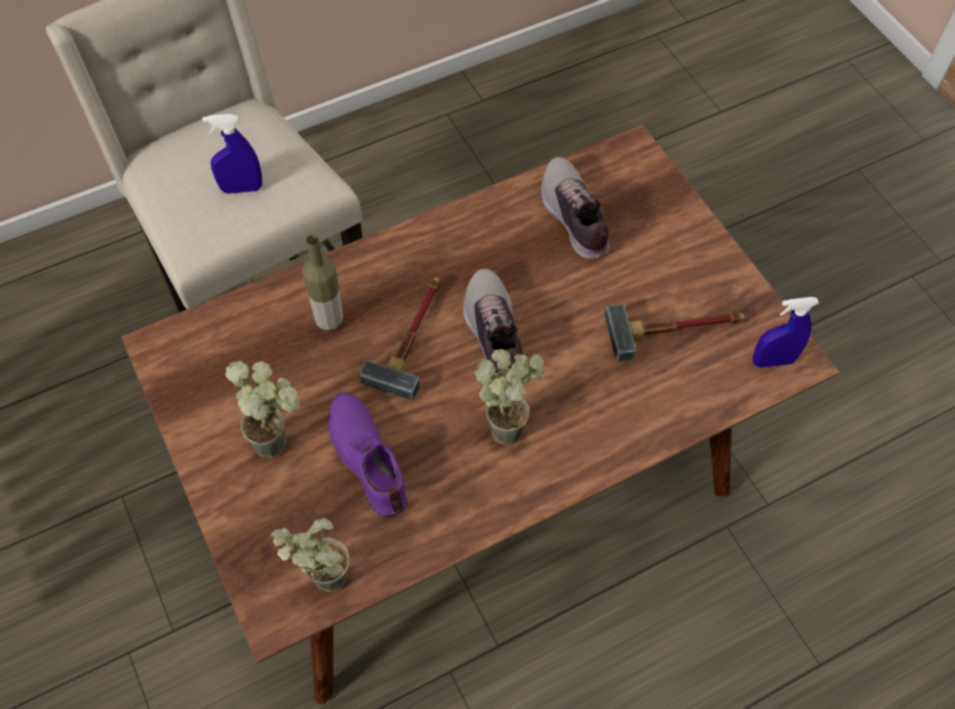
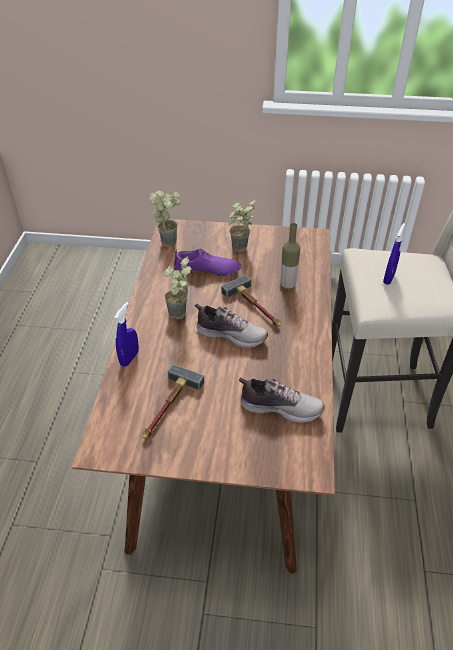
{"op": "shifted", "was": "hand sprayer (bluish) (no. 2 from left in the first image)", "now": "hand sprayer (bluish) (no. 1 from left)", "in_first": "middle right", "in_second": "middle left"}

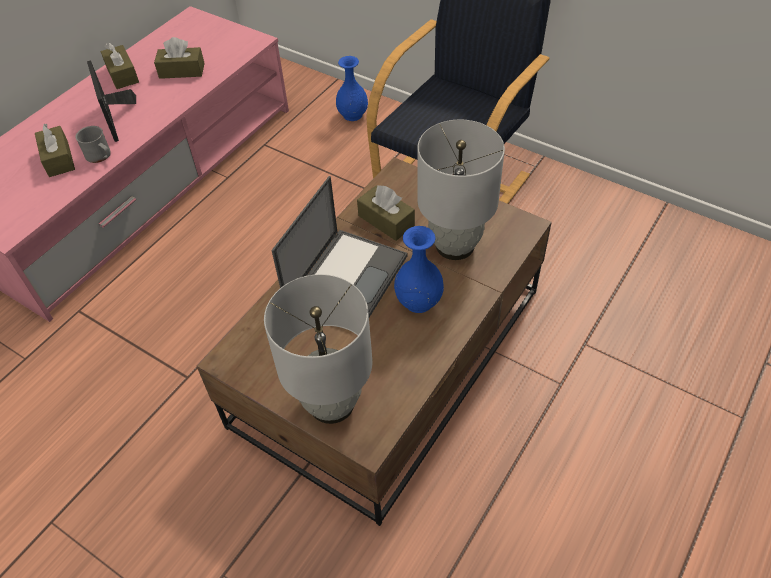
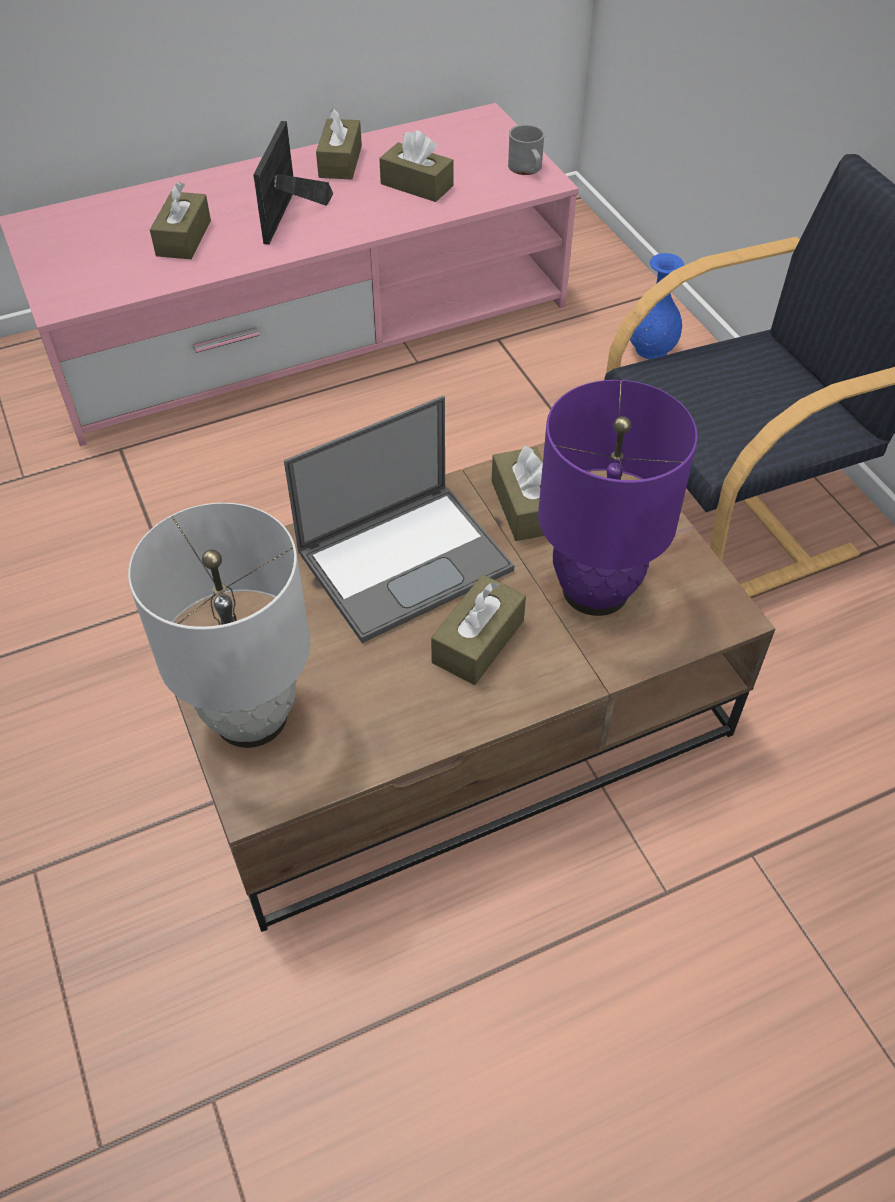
{"op": "repainted", "was": "tabletop lamp (white) (no. 2 from left)", "now": "tabletop lamp (purple)", "in_first": "top centre", "in_second": "middle right"}
{"op": "shifted", "was": "tea mug (greyish)", "in_first": "top left", "in_second": "top centre"}
{"op": "swapped", "was": "vase (bluish) (no. 2 from left)", "now": "tissue holder (brownish) (no. 4 from left)", "in_first": "centre", "in_second": "centre"}

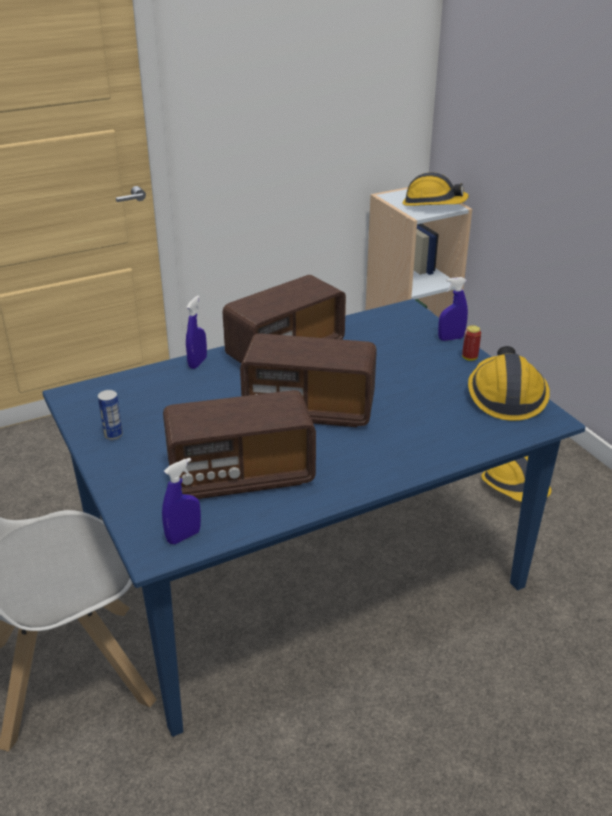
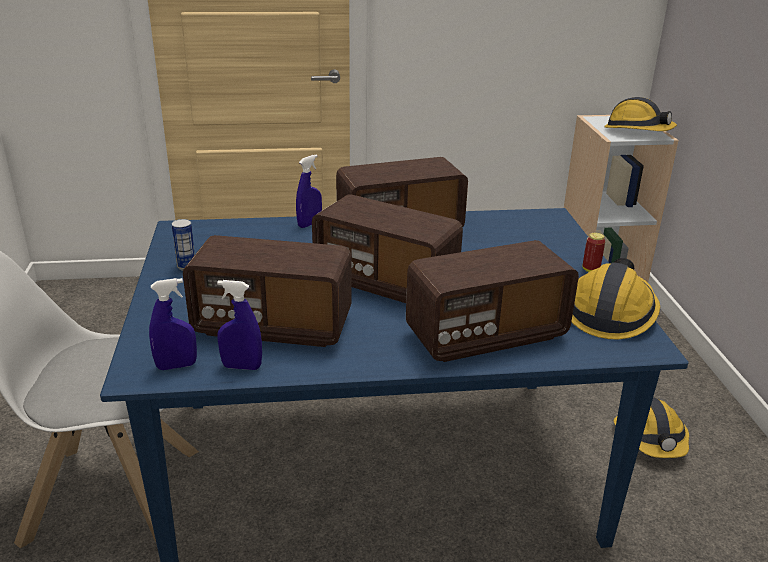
{"op": "shifted", "was": "hand sprayer (bluish) (no. 3 from left in the first image)", "now": "hand sprayer (bluish) (no. 2 from left)", "in_first": "middle right", "in_second": "middle left"}
{"op": "new", "now": "radio set (no. 4 from left)", "in_second": "centre"}

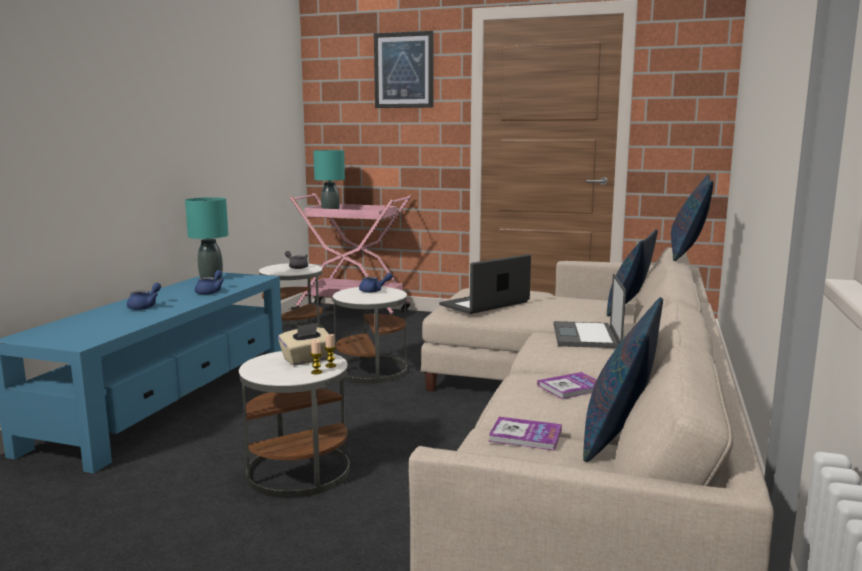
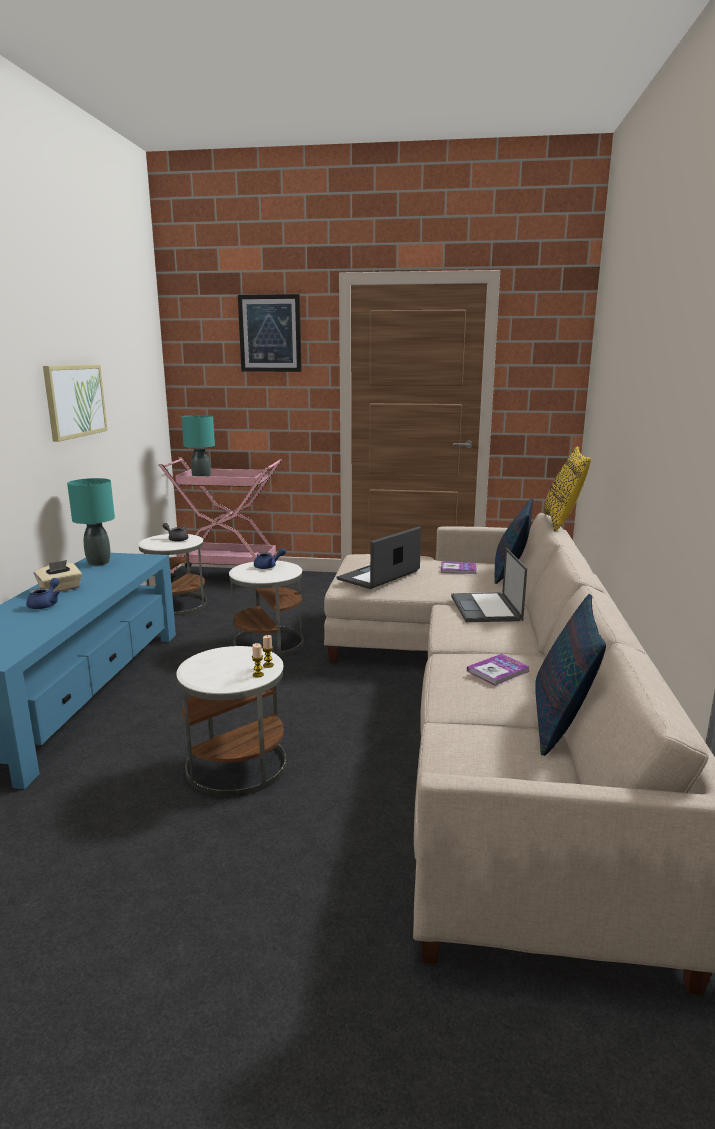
{"op": "repainted", "was": "cushion (bluish) (no. 3 from left)", "now": "cushion (yellowish)", "in_first": "middle right", "in_second": "middle right"}
{"op": "gone", "was": "teapot (bluish) (no. 2 from left)", "in_first": "middle left"}
{"op": "shifted", "was": "tissue holder (beige)", "in_first": "centre", "in_second": "middle left"}
{"op": "shifted", "was": "bound book (no. 1 from left)", "in_first": "bottom centre", "in_second": "centre"}
{"op": "new", "now": "picture (no. 1 from left)", "in_second": "middle left"}

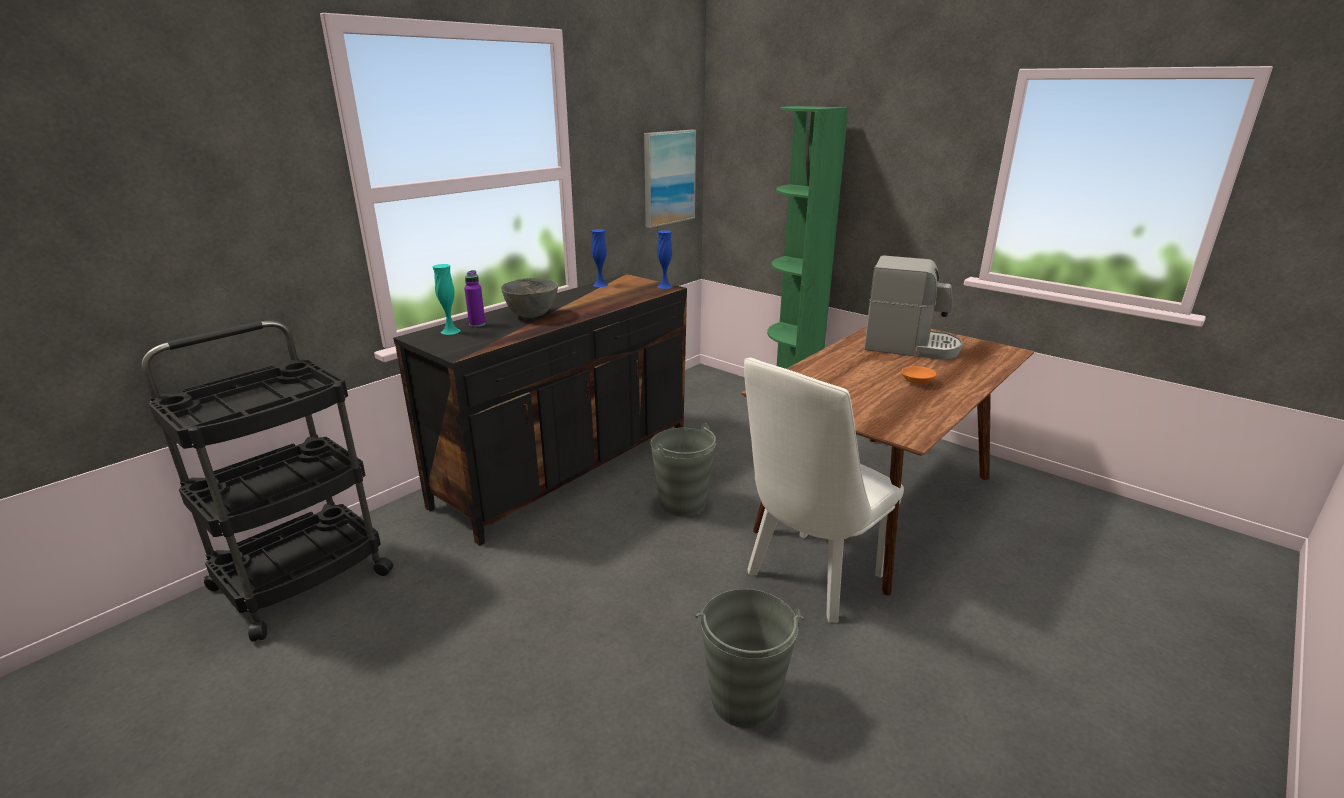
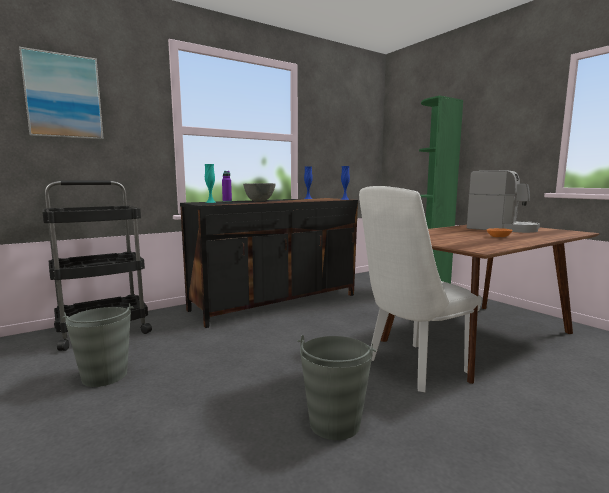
{"op": "shifted", "was": "picture", "in_first": "top centre", "in_second": "top left"}
{"op": "shifted", "was": "bucket (greyish) (no. 1 from left)", "in_first": "centre", "in_second": "bottom left"}

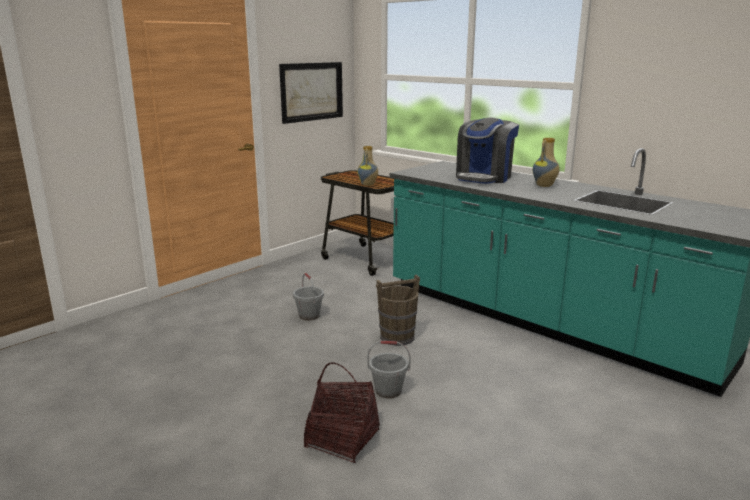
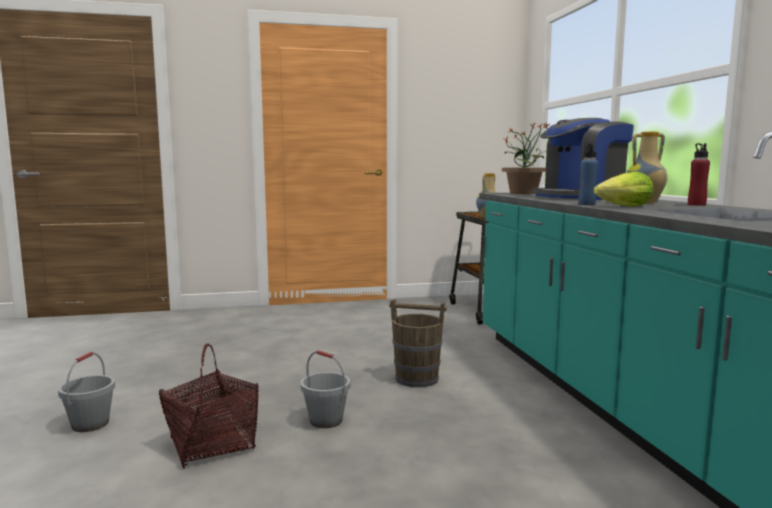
{"op": "gone", "was": "picture", "in_first": "top centre"}
{"op": "shifted", "was": "bucket (greyish) (no. 1 from left)", "in_first": "centre", "in_second": "bottom left"}
{"op": "new", "now": "houseplant", "in_second": "top right"}
{"op": "new", "now": "drink bottle (bluish)", "in_second": "middle right"}
{"op": "new", "now": "drink bottle (reddish)", "in_second": "middle right"}
{"op": "new", "now": "lettuce head", "in_second": "middle right"}

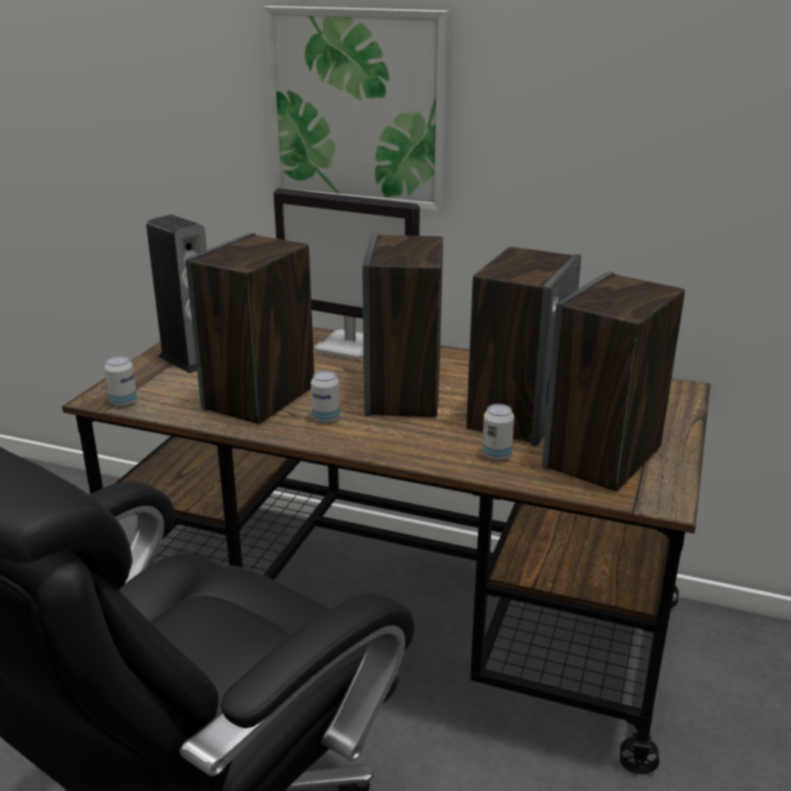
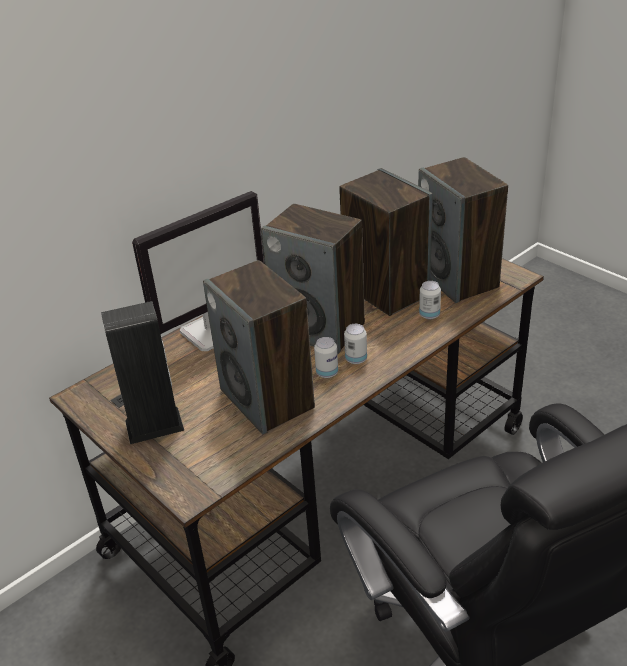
{"op": "gone", "was": "picture", "in_first": "top centre"}
{"op": "shifted", "was": "metal can (no. 1 from left in the first image)", "now": "metal can (no. 2 from left)", "in_first": "middle left", "in_second": "centre"}

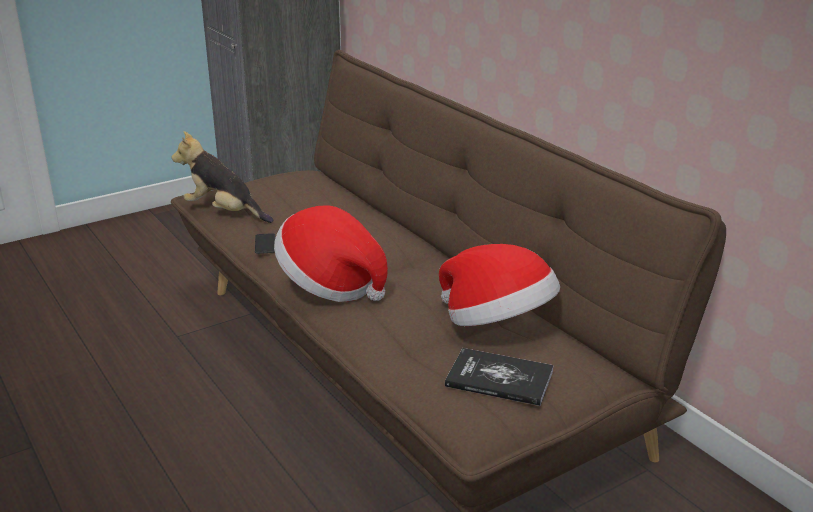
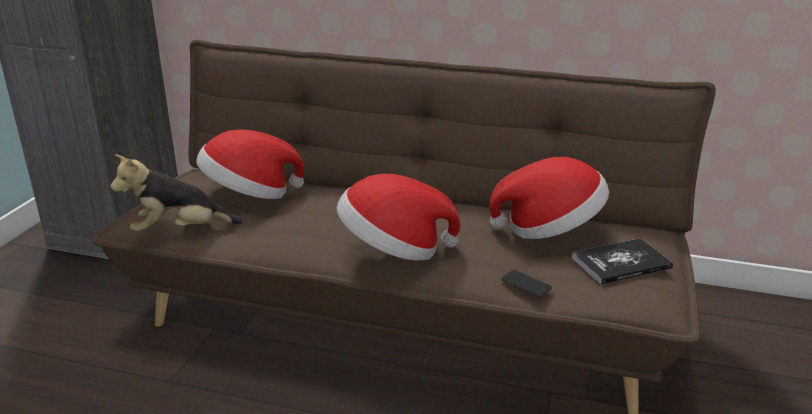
{"op": "shifted", "was": "phone", "in_first": "middle left", "in_second": "bottom centre"}
{"op": "new", "now": "clothing hat (no. 1 from left)", "in_second": "middle left"}

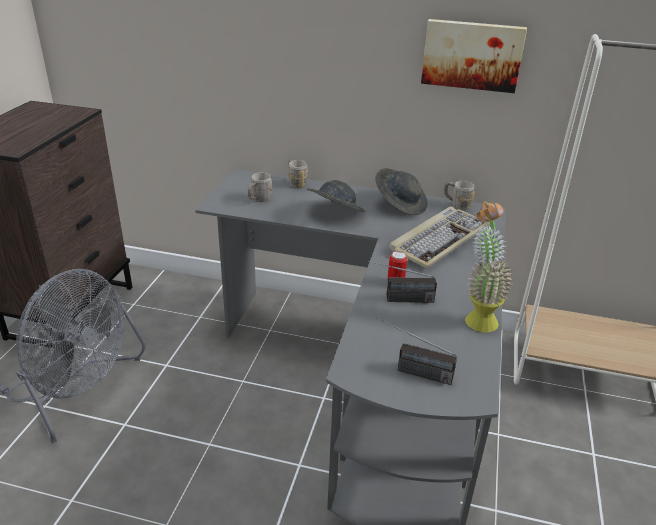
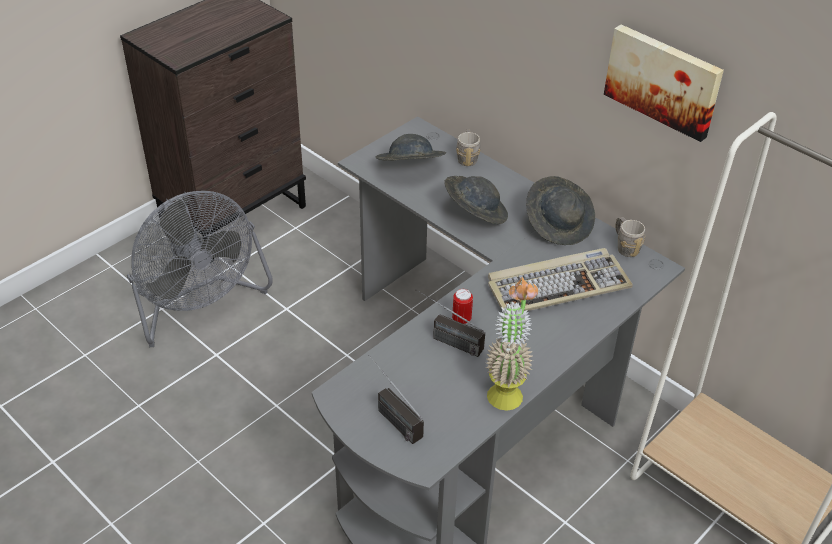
{"op": "swapped", "was": "tea mug (greyish) (no. 1 from left)", "now": "clothing hat (greyish) (no. 1 from left)", "in_first": "centre", "in_second": "top centre"}

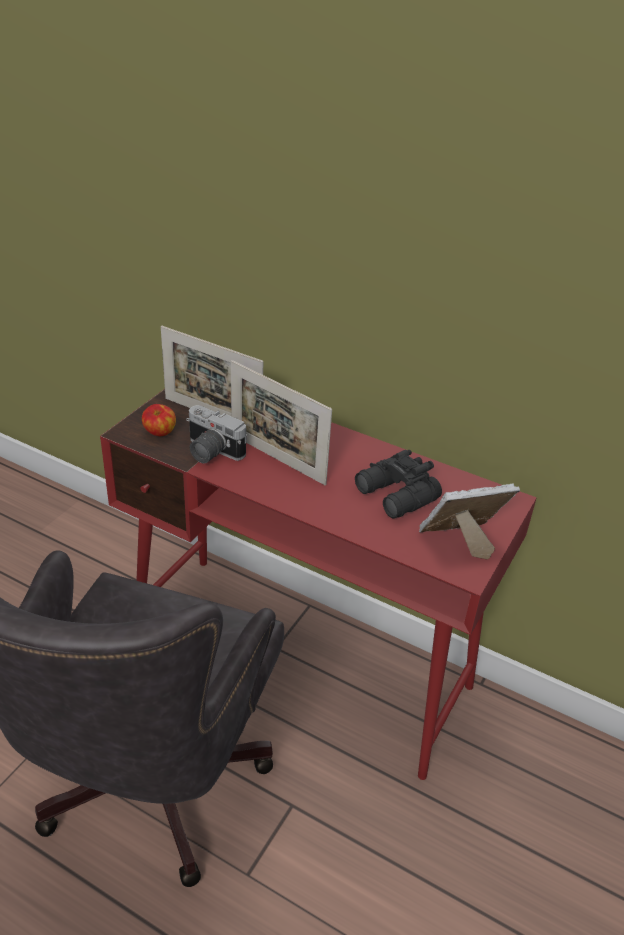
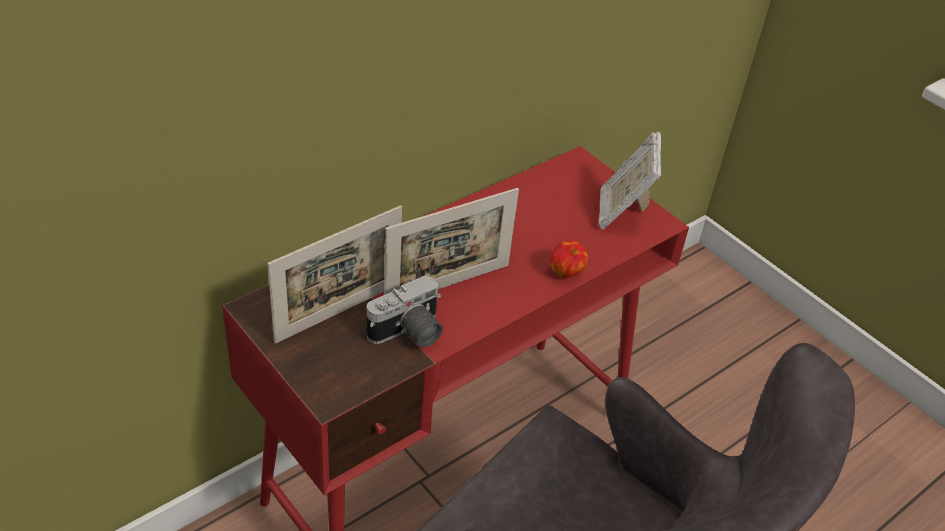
{"op": "shifted", "was": "apple fruit", "in_first": "middle left", "in_second": "centre"}
{"op": "gone", "was": "binoculars (black-coloured)", "in_first": "centre"}

